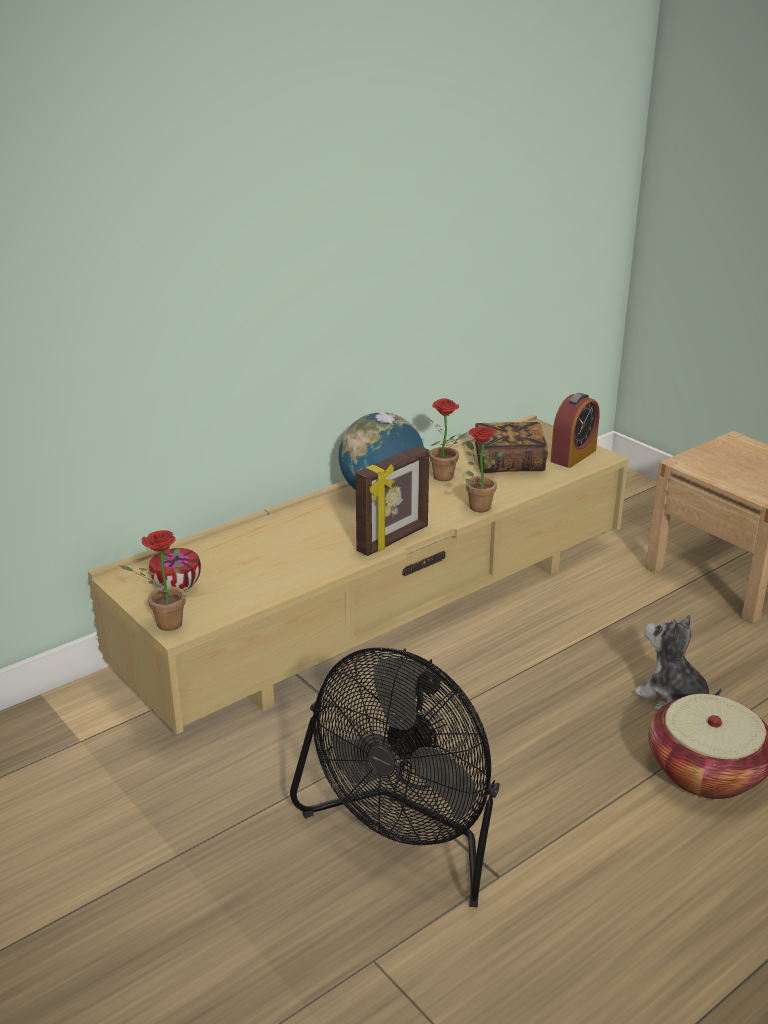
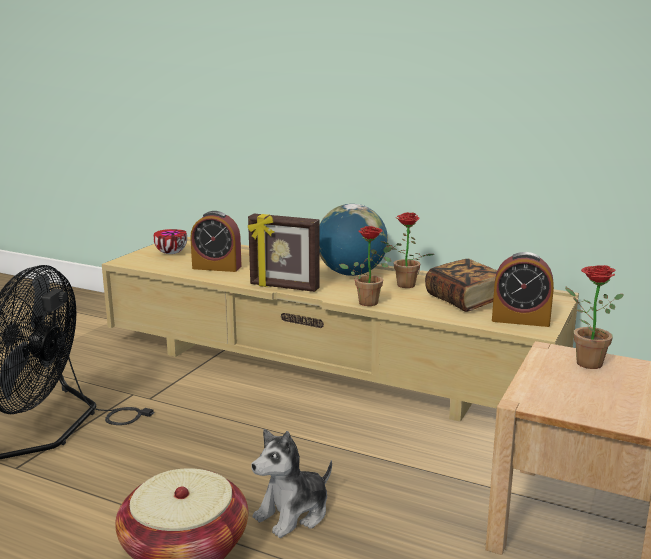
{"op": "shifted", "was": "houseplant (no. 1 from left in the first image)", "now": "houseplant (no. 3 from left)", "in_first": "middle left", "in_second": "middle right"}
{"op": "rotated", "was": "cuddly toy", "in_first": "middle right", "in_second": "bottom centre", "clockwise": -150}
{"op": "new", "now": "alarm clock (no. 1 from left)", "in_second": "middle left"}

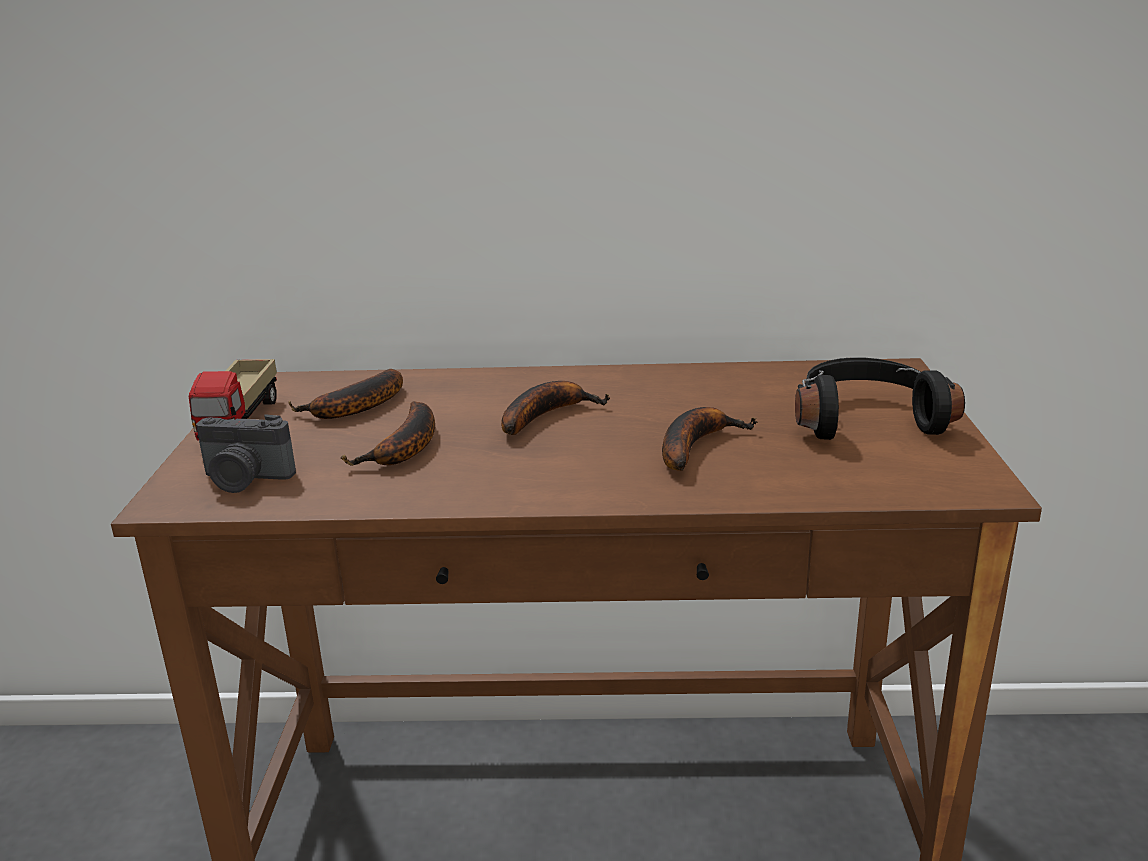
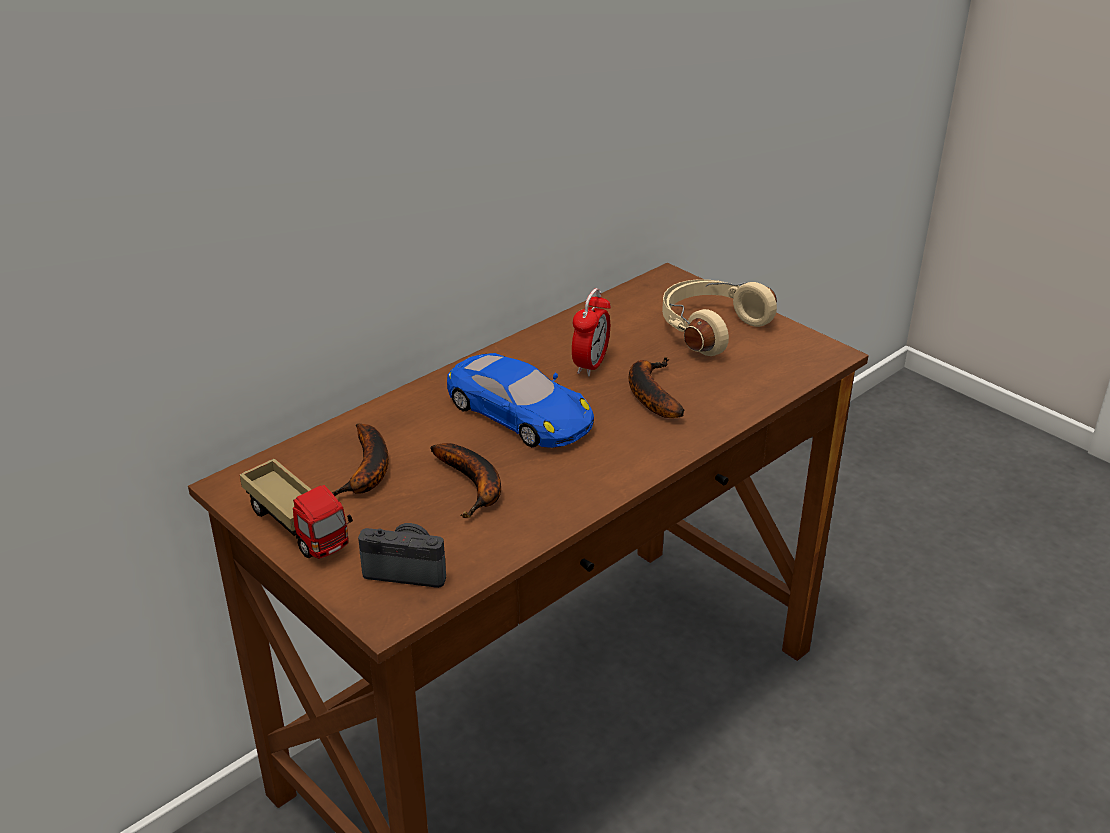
{"op": "repainted", "was": "pair of headphones (black-coloured)", "now": "pair of headphones (beige)", "in_first": "middle right", "in_second": "centre"}
{"op": "swapped", "was": "banana fruit (no. 3 from left)", "now": "model car (bluish)", "in_first": "centre", "in_second": "centre"}
{"op": "rotated", "was": "still camera", "in_first": "middle left", "in_second": "centre", "clockwise": -135}
{"op": "new", "now": "alarm clock", "in_second": "centre"}

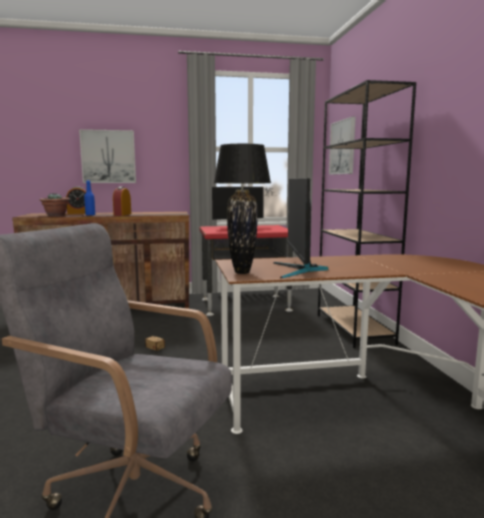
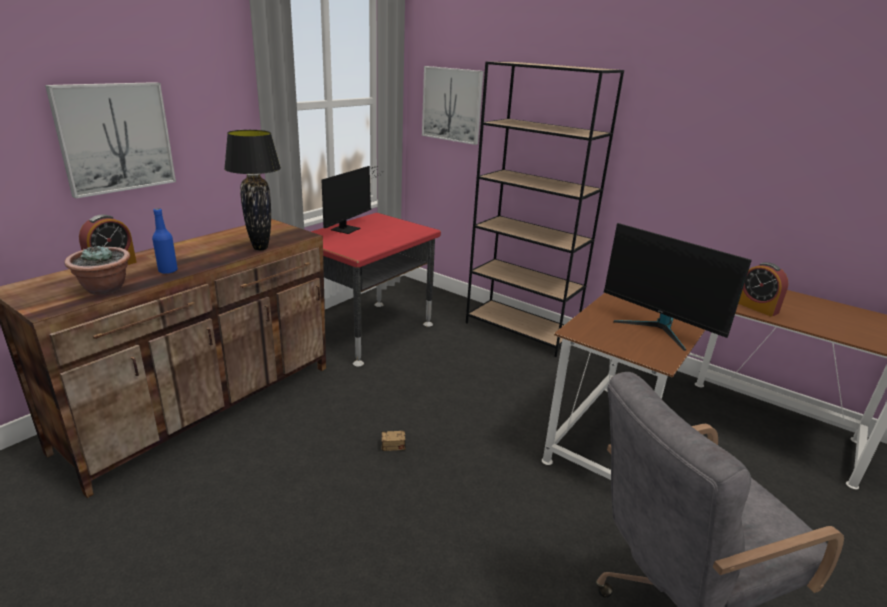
{"op": "shifted", "was": "tabletop lamp (black-coloured)", "in_first": "centre", "in_second": "top left"}
{"op": "shifted", "was": "alarm clock (no. 2 from left)", "in_first": "middle left", "in_second": "middle right"}

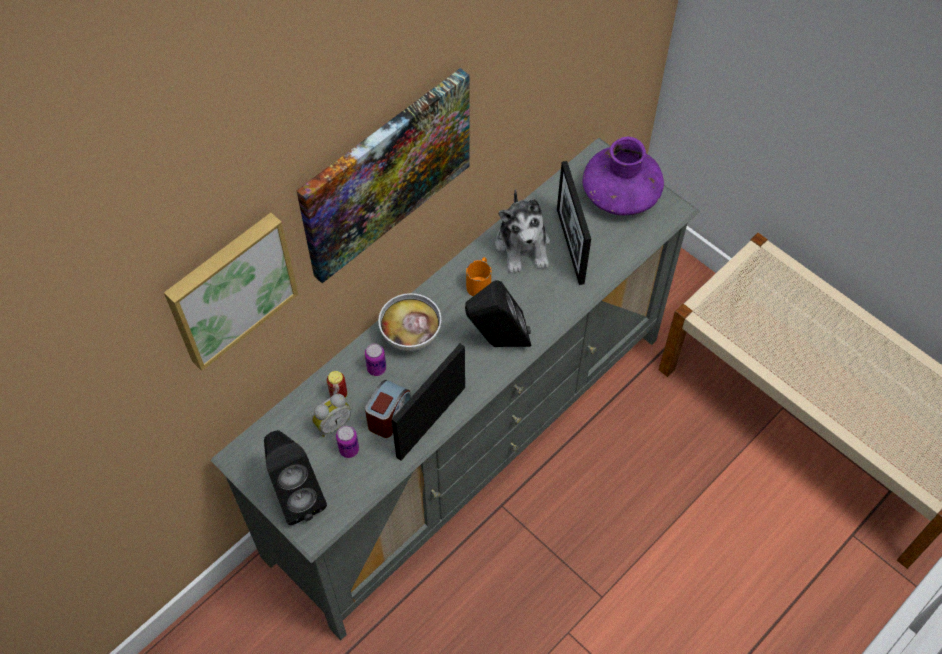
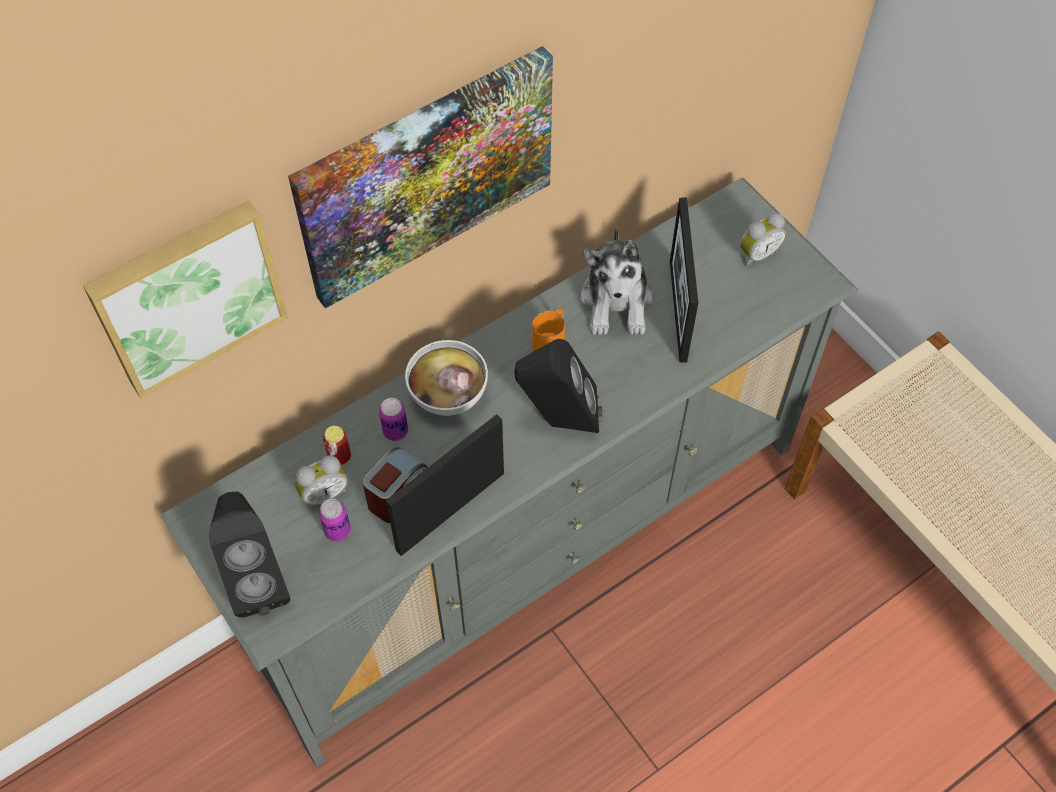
{"op": "swapped", "was": "vase (purple)", "now": "alarm clock (no. 3 from left)", "in_first": "top centre", "in_second": "top right"}

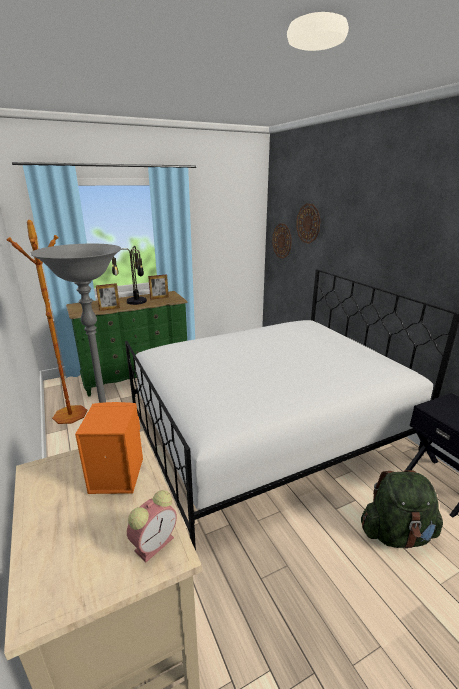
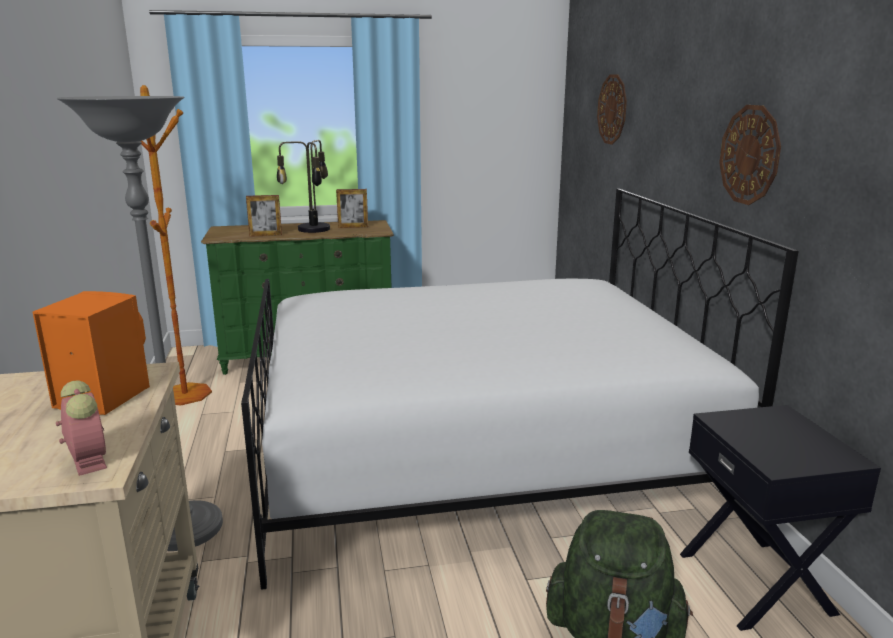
{"op": "shifted", "was": "wall clock (no. 1 from left in the first image)", "now": "wall clock (no. 2 from left)", "in_first": "centre", "in_second": "top right"}
{"op": "rotated", "was": "alarm clock", "in_first": "bottom left", "in_second": "bottom left", "clockwise": -90}

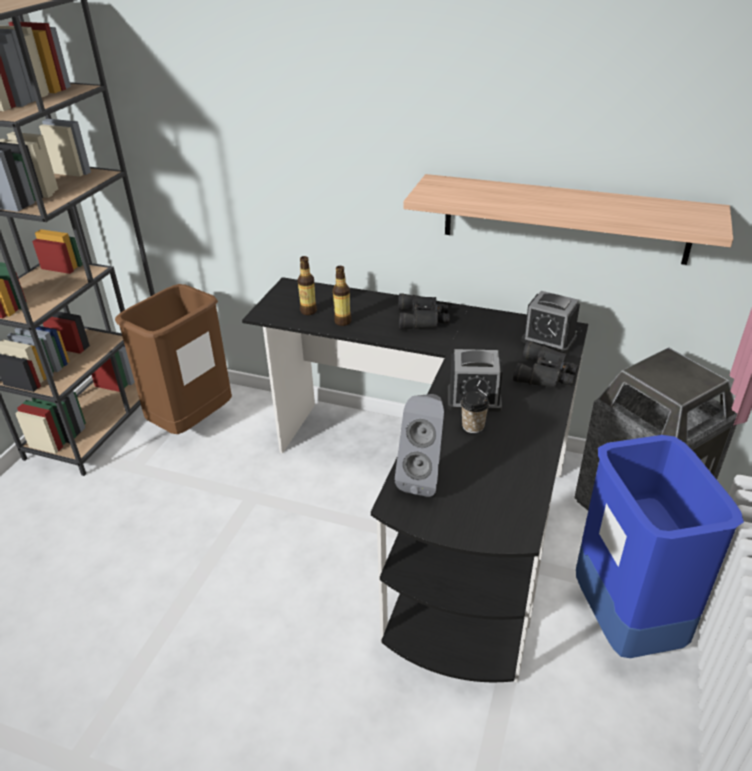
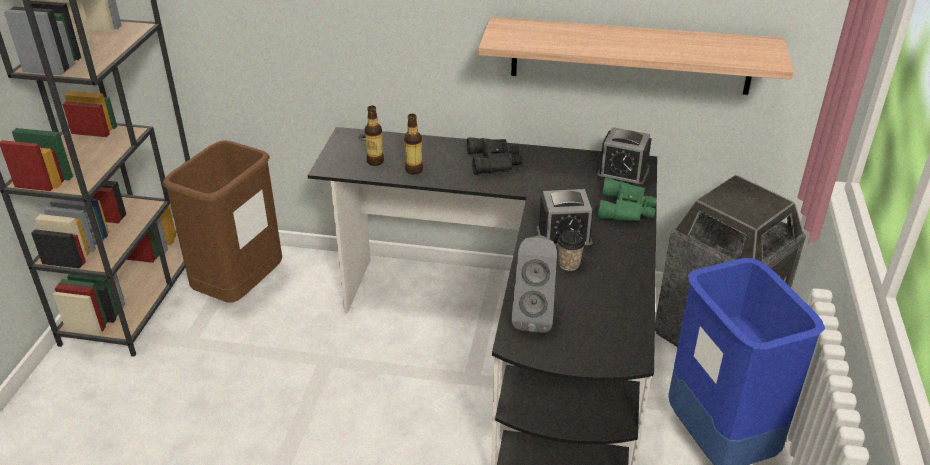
{"op": "repainted", "was": "binoculars (black-coloured) (no. 2 from left)", "now": "binoculars (green)", "in_first": "middle right", "in_second": "middle right"}

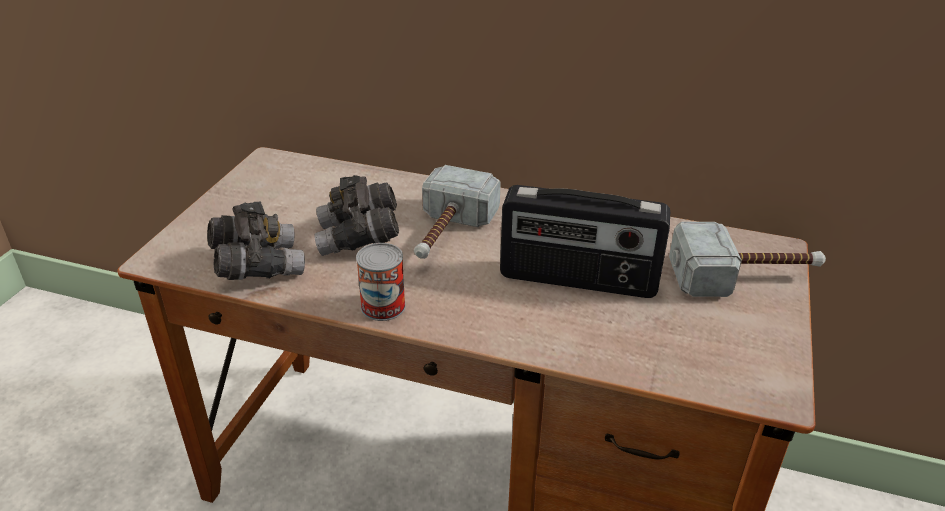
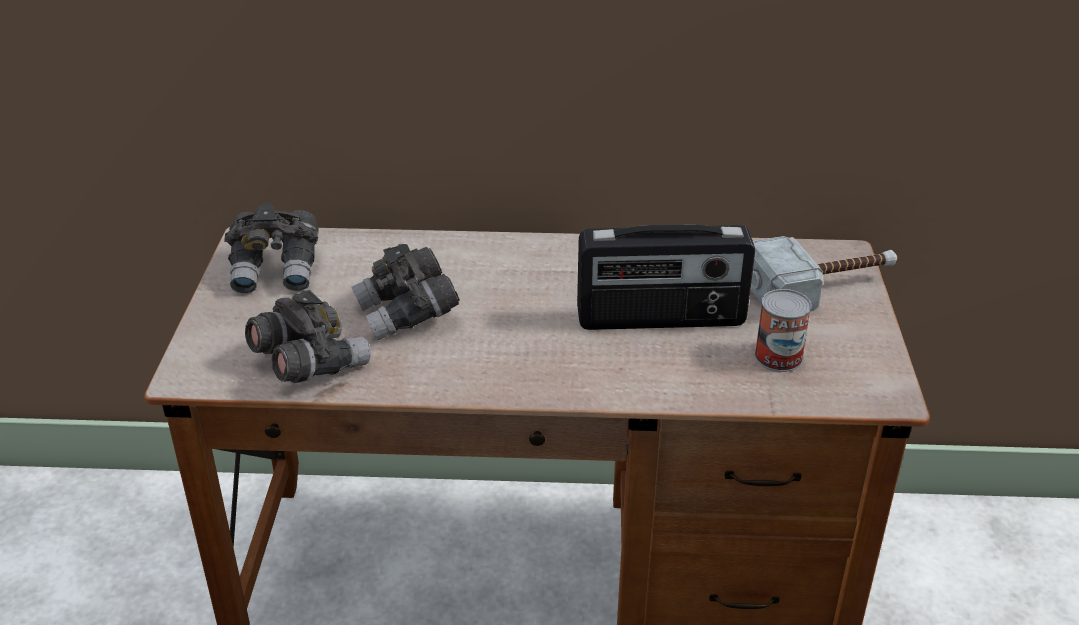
{"op": "gone", "was": "tool hammer (no. 1 from left)", "in_first": "centre"}
{"op": "shifted", "was": "metal can", "in_first": "centre", "in_second": "middle right"}
{"op": "new", "now": "binoculars (greyish) (no. 1 from left)", "in_second": "middle left"}

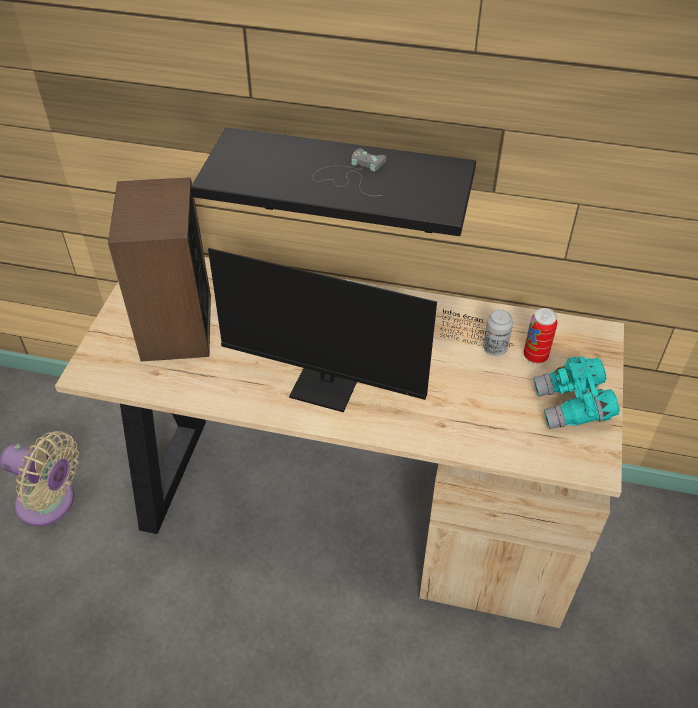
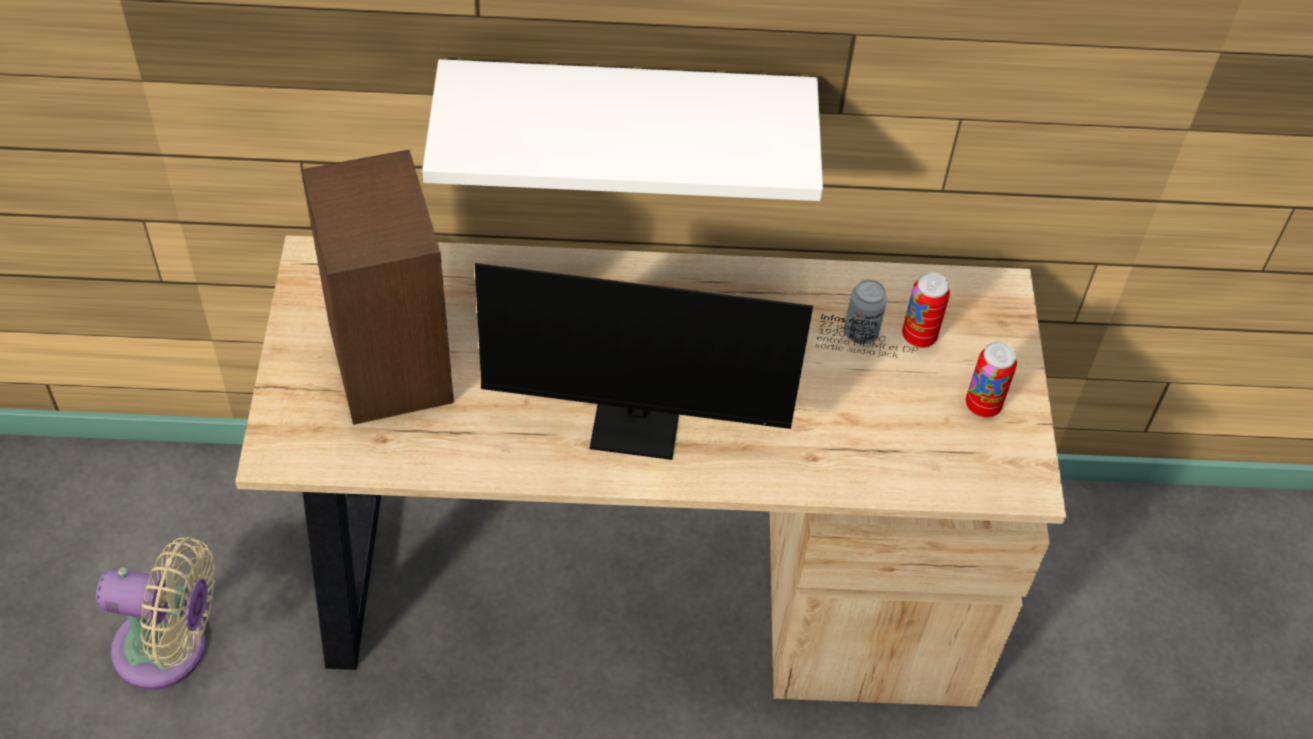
{"op": "repainted", "was": "bracket shelf (black-coloured)", "now": "bracket shelf (white)", "in_first": "top centre", "in_second": "top centre"}
{"op": "gone", "was": "gamepad (greyish)", "in_first": "top centre"}
{"op": "swapped", "was": "binoculars (turquoise)", "now": "metal can (no. 3 from left)", "in_first": "middle right", "in_second": "middle right"}

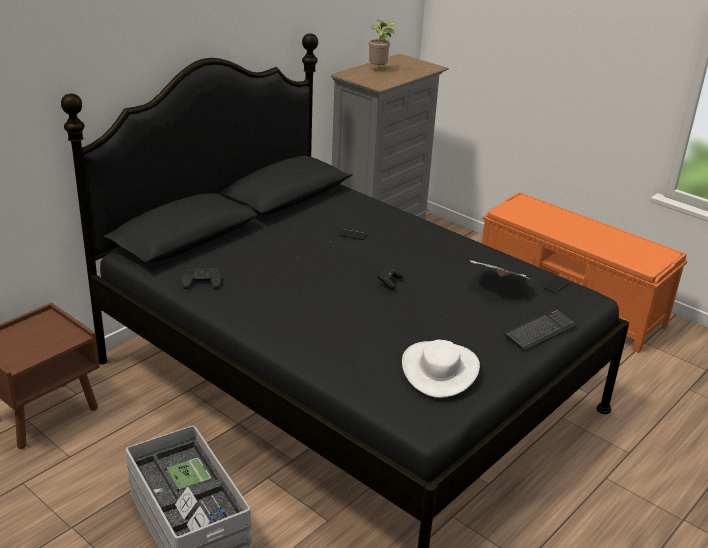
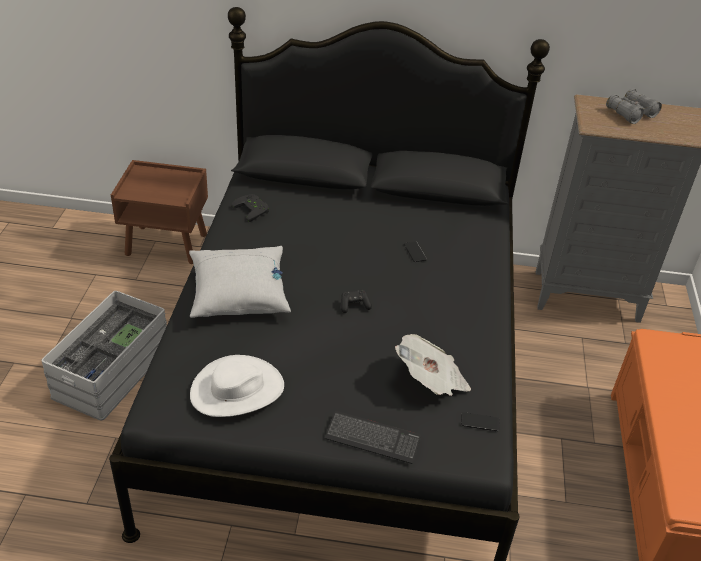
{"op": "swapped", "was": "houseplant", "now": "binoculars (greyish)", "in_first": "top centre", "in_second": "top right"}
{"op": "new", "now": "cushion (greyish)", "in_second": "centre"}

